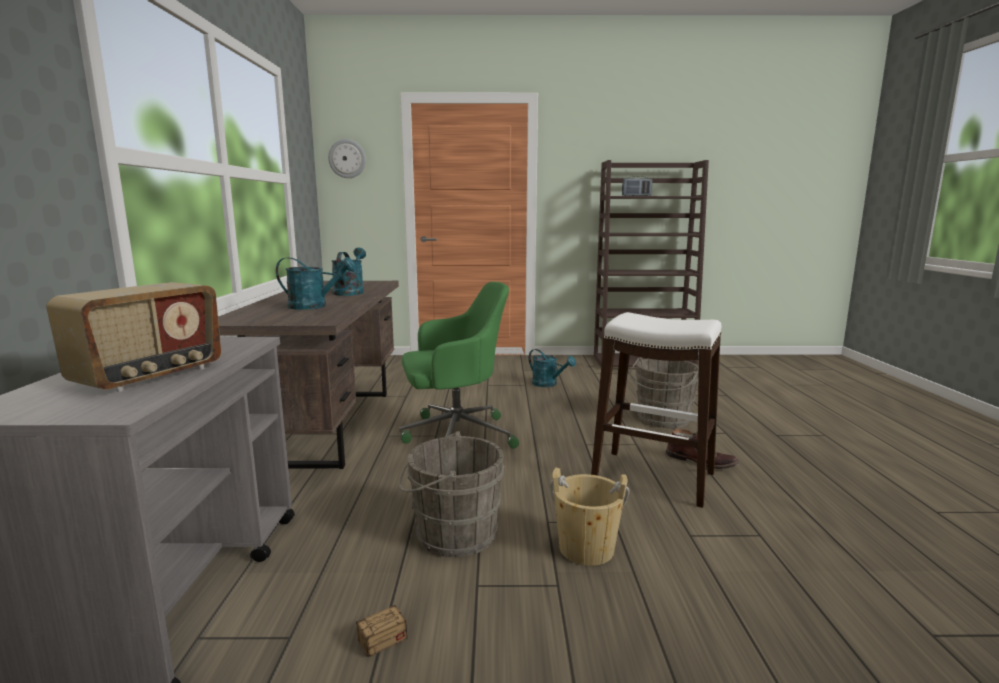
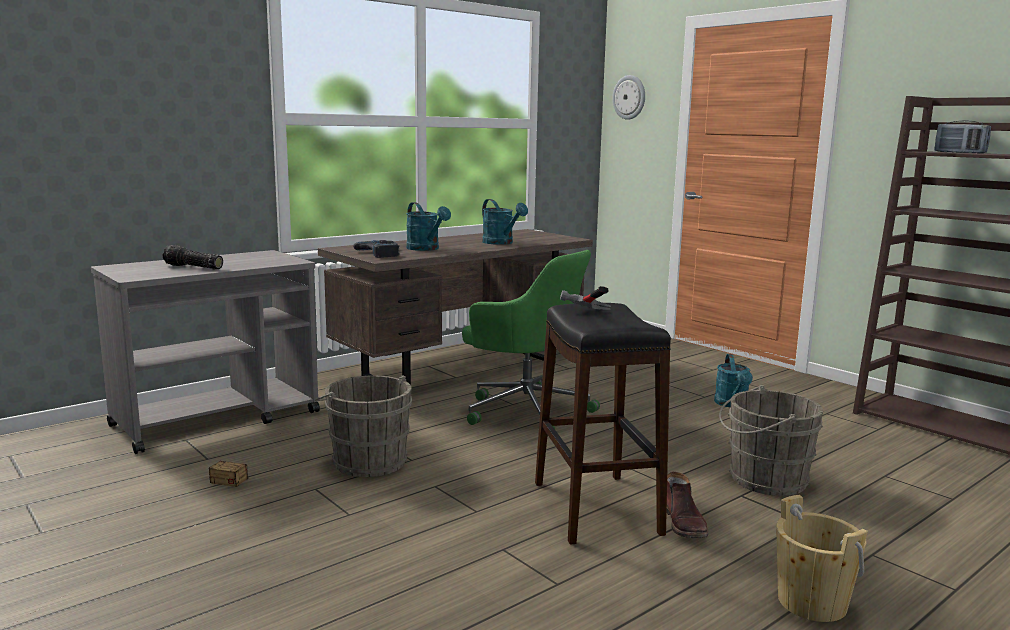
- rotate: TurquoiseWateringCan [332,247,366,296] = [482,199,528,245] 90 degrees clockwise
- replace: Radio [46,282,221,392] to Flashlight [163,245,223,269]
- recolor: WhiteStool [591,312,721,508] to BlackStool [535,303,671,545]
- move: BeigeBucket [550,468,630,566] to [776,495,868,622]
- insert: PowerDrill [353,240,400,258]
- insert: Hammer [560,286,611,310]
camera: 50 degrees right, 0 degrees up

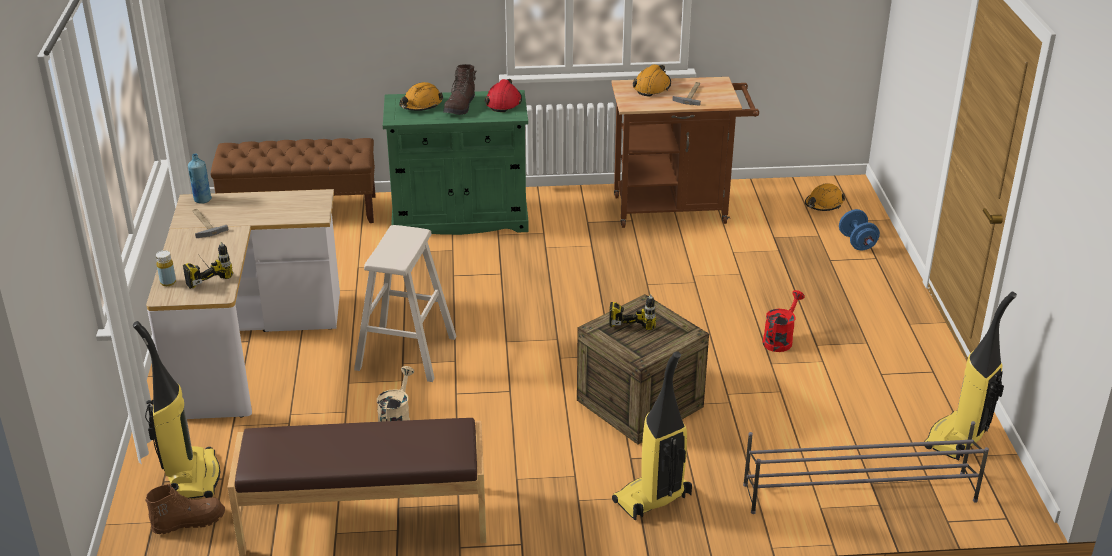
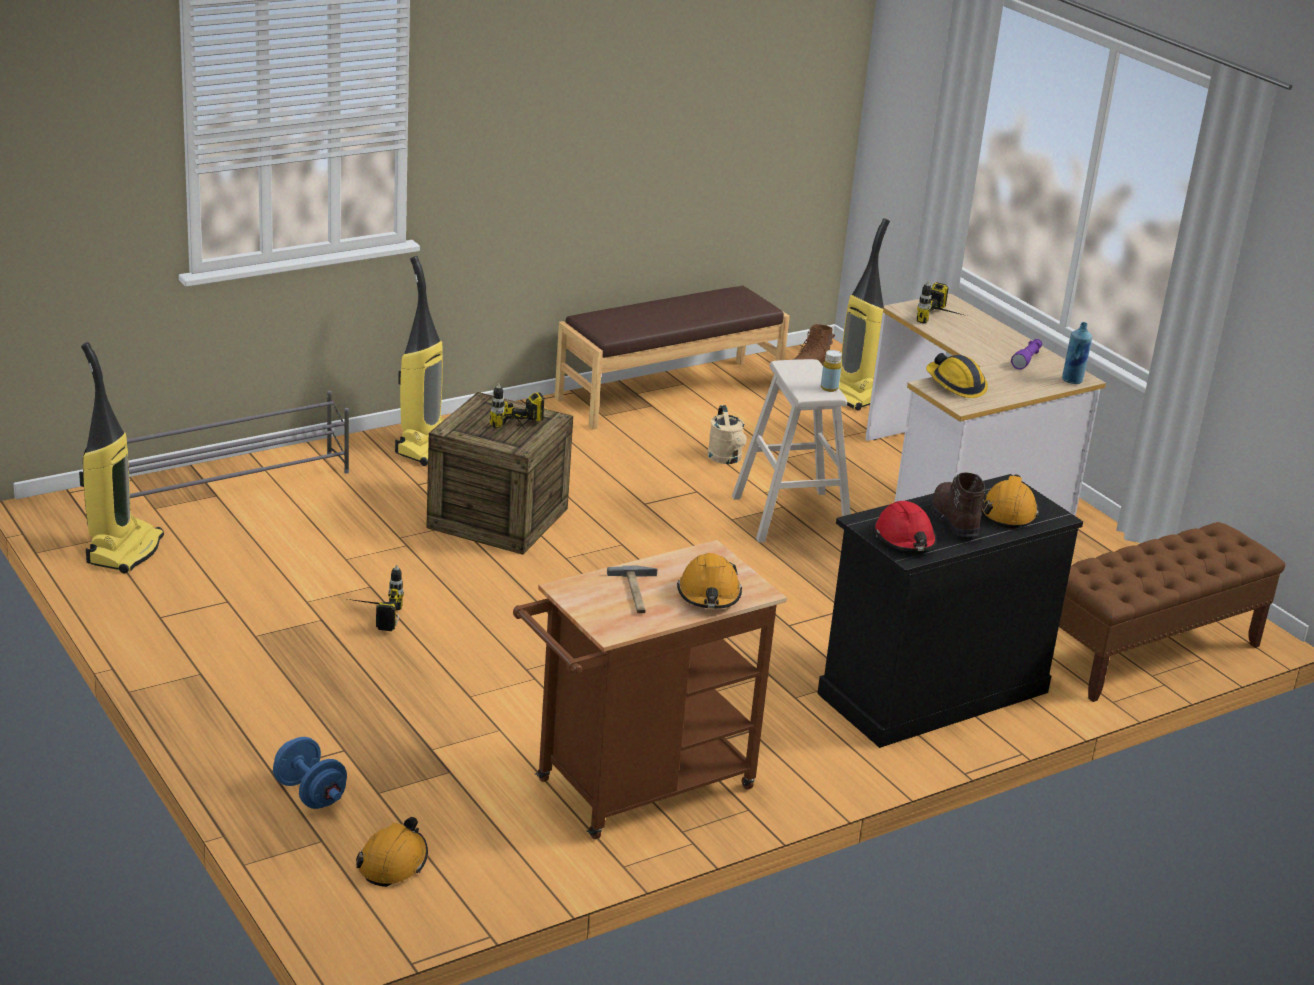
- recolor: GreenCabinet [383,90,529,235] to BlackCabinet [817,474,1083,748]
- replace: Hammer [192,209,228,238] to PurpleFlashlight [1011,339,1042,369]
- move: YellowBottle [156,250,176,286] to [821,350,842,392]
- replace: RedWateringCan [762,290,805,352] to PowerDrill [348,565,404,631]
- insert: HardHat [926,353,988,398]
camera: 150 degrees right, 5 degrees down

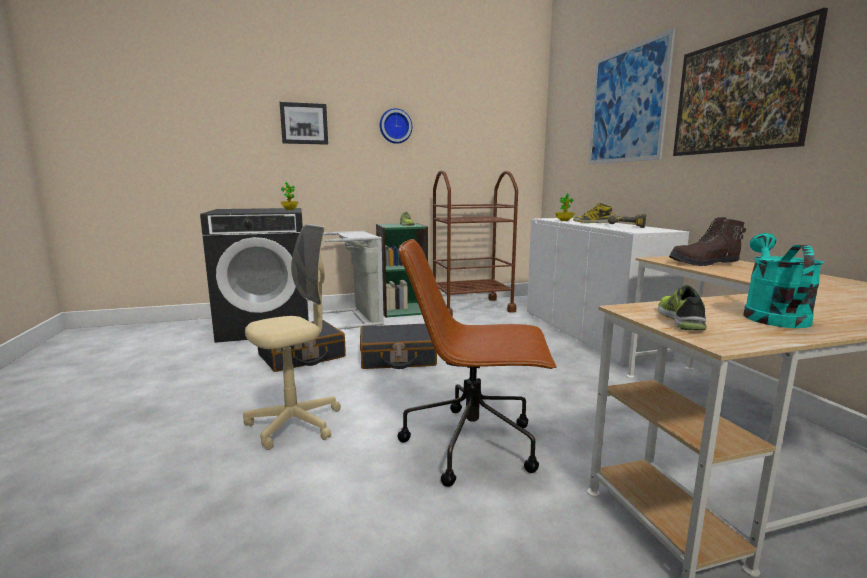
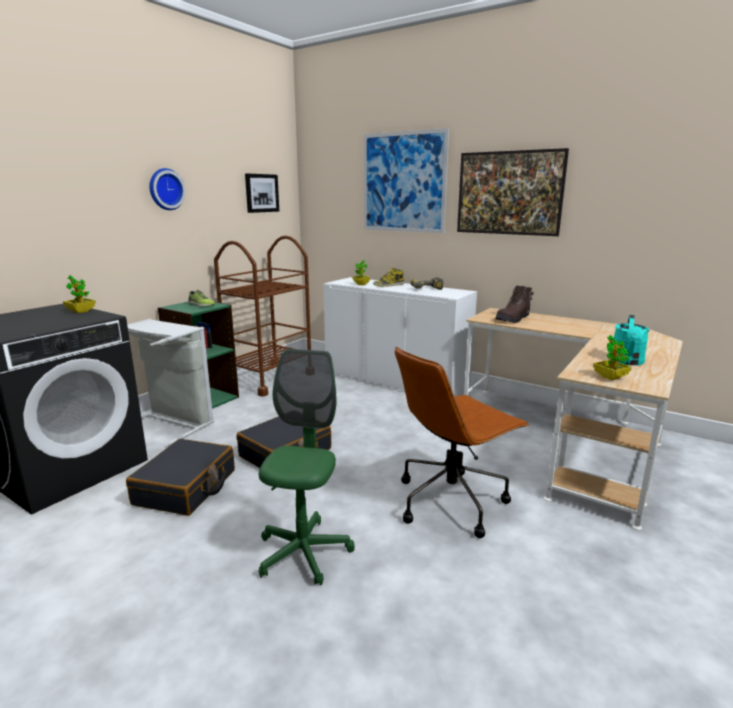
- move: Picture [280,102,328,145] to [245,173,279,213]
- recolor: BeigeOfficeChair [243,224,341,450] to GreenOfficeChair [259,349,355,585]
- rotate: TurquoiseWateringCan [743,233,824,328] = [614,315,650,365] 135 degrees counterclockwise
- replace: Shoe [658,285,707,330] to PottedPlant [593,335,632,380]
camera: 40 degrees left, 5 degrees up

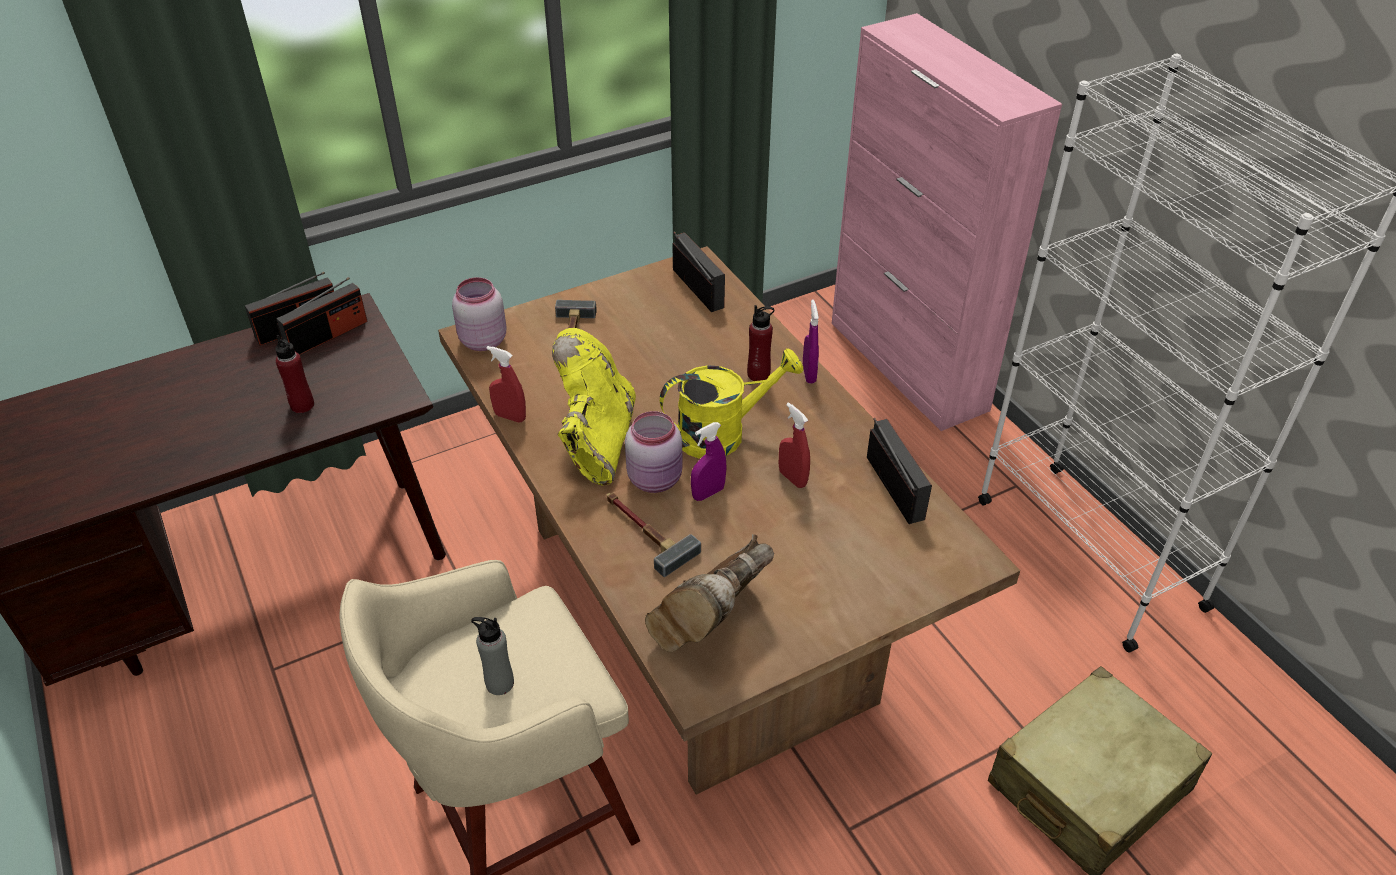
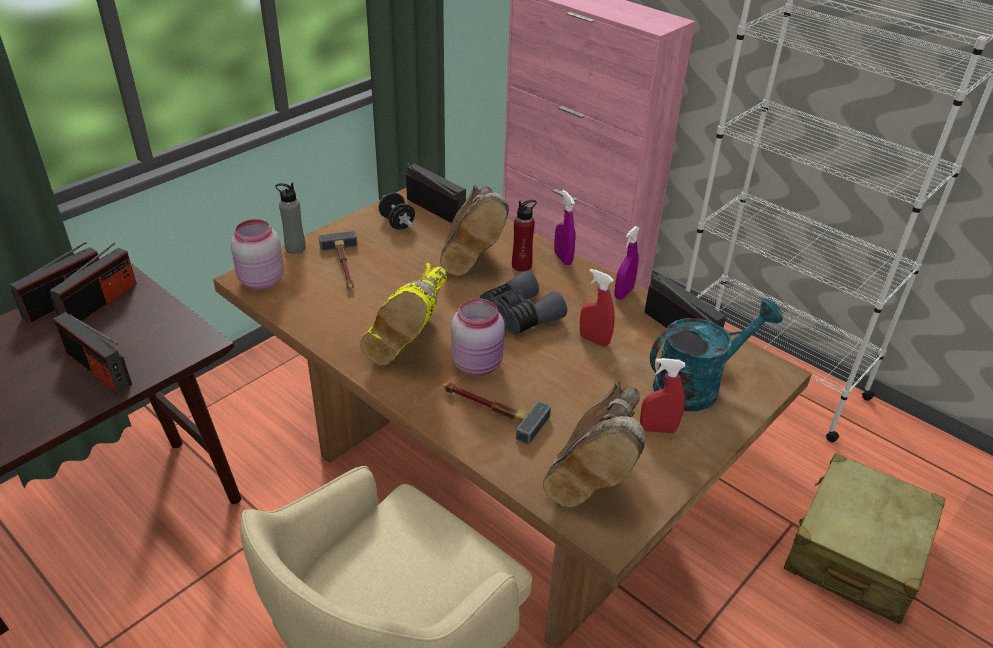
- rotate: YellowBoot [552,328,636,486] = [360,263,447,365] 150 degrees counterclockwise
- replace: RedBottle [275,334,314,413] to Radio [53,312,132,393]
- move: RedSprayBottle [487,346,526,423] to [640,358,685,433]
- replace: YellowWateringCan [660,348,803,459] to GreyBinoculars [480,271,567,334]
- move: PurpleSprayBottle [691,422,727,501] to [614,226,640,299]
- move: GreyBottle [471,617,514,695] to [275,182,306,254]
- insert: BrownBoot [440,185,509,276]
- insert: BlackDumbbell [379,193,415,230]
- insert: TurquoiseWateringCan [650,299,783,411]
camera: 20 degrees left, 5 degrees down

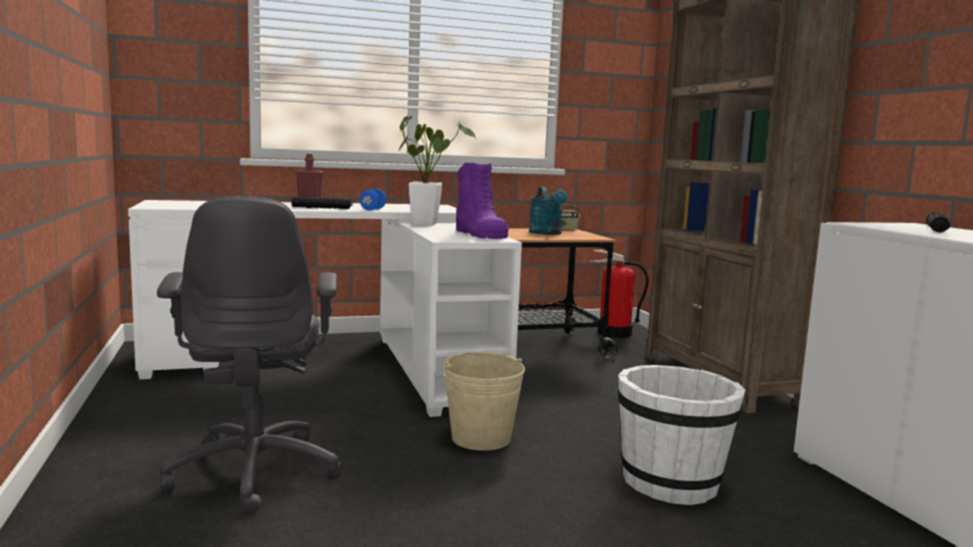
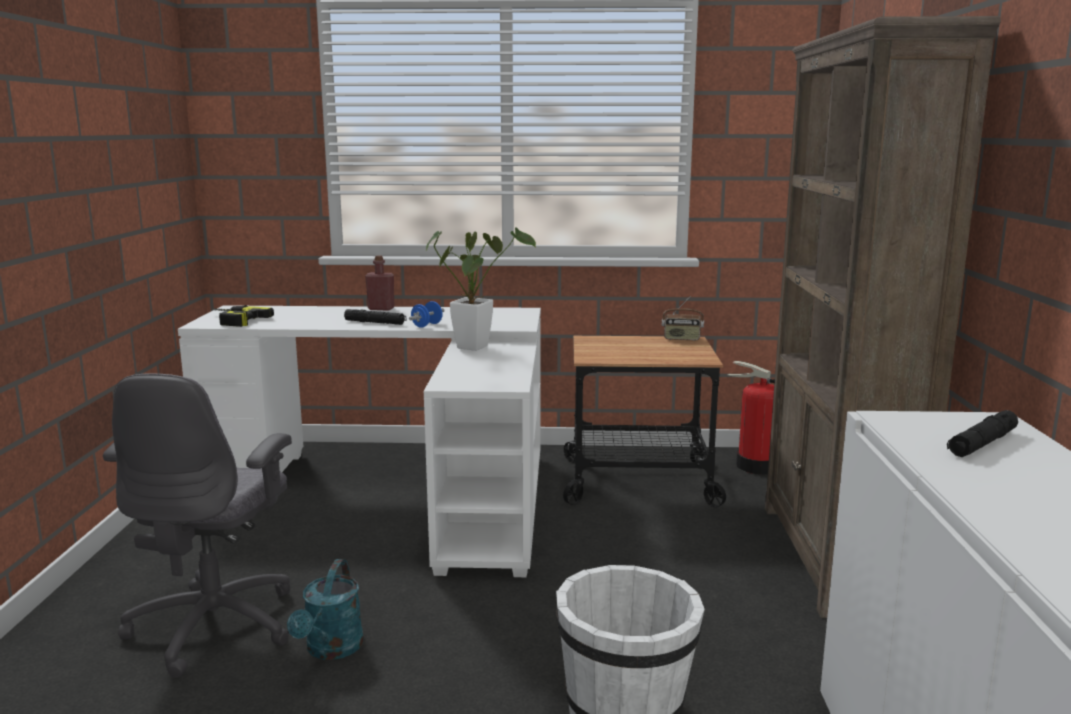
- delete: PurpleBoot [456,163,508,239]
- move: TurquoiseWateringCan [529,187,568,235] to [287,559,364,660]
- delete: BeigeBucket [443,352,525,451]
- insert: PowerDrill [213,305,274,327]
camera: 20 degrees right, 5 degrees up

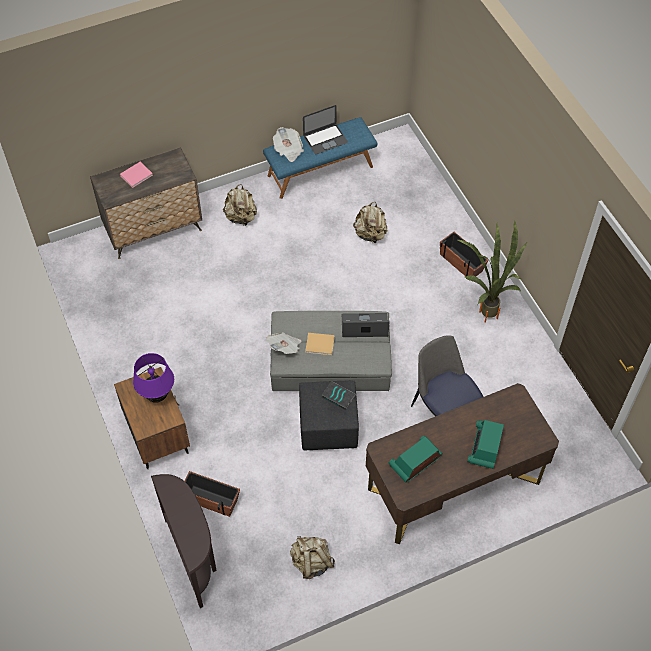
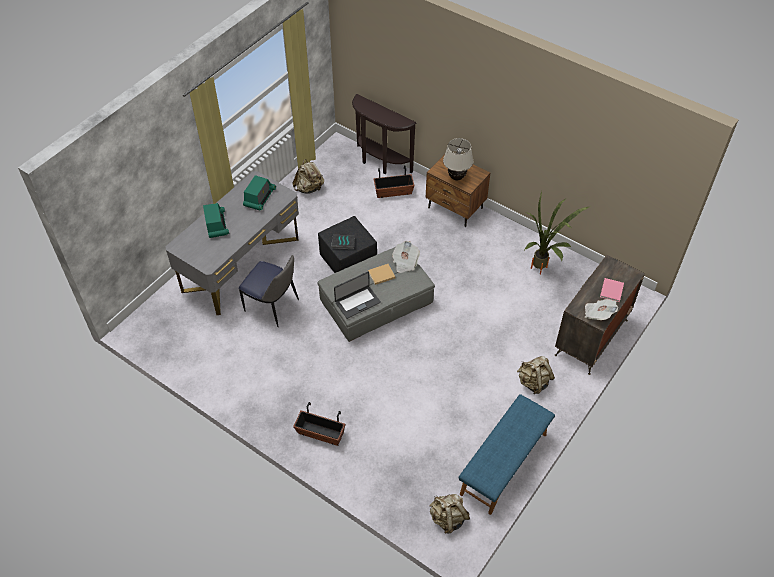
- delete: Laptop [303,105,348,154]
- move: Newspaper [273,127,304,162] to [585,299,618,320]
- move: BeigeBackpack [353,202,388,244] to [429,494,470,533]
- move: PottedPlant [458,220,527,323] to [525,190,589,274]
- recolor: PurpleTableLamp [133,353,174,403] to BeigeTableLamp [443,138,473,181]
- recolor: BrownDesk [366,383,559,544] to GreyDesk [166,171,299,315]
camera: 150 degrees right, 5 degrees down

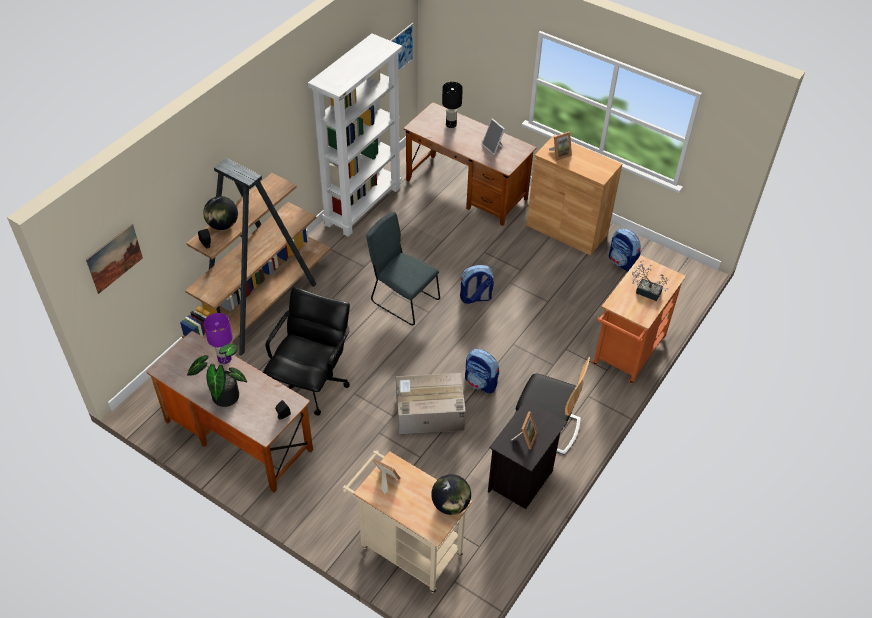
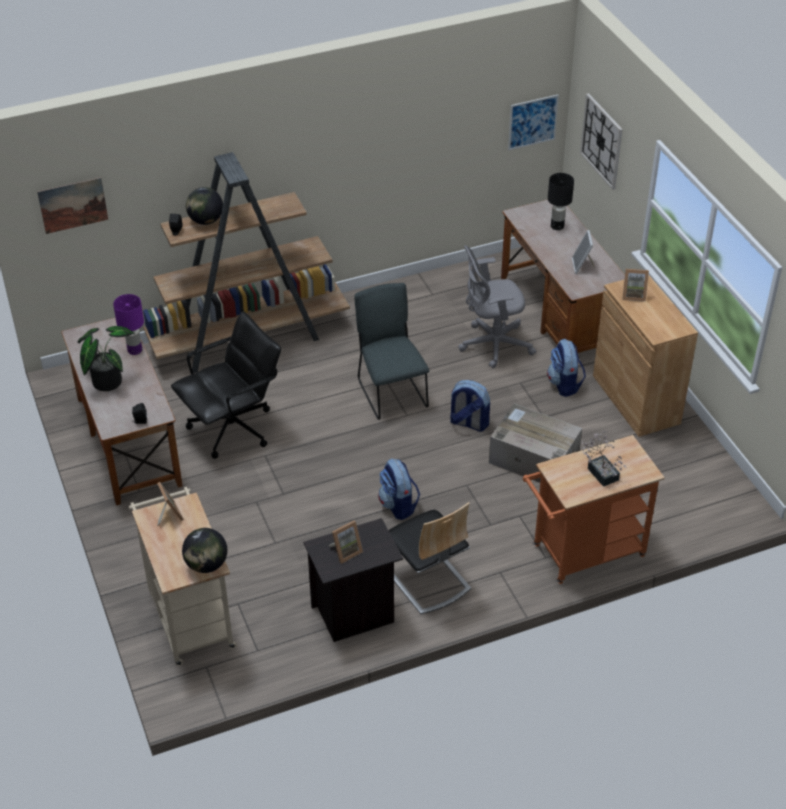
- delete: WhiteBookcase [308,34,403,237]
- move: Backpack [609,228,641,272] to [547,339,586,397]
- move: CardboardBox [396,373,466,434] to [489,403,582,483]
- insert: WallClock [580,93,623,190]
- insert: GreyOfficeChair [458,245,536,368]
camera: 35 degrees right, 5 degrees down

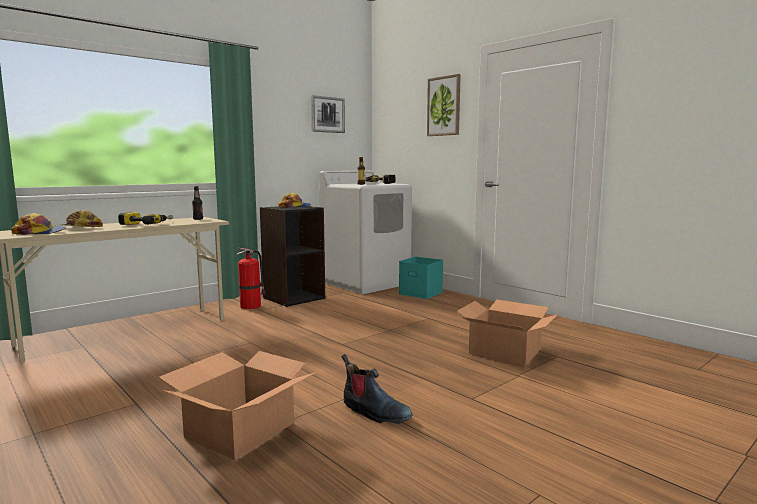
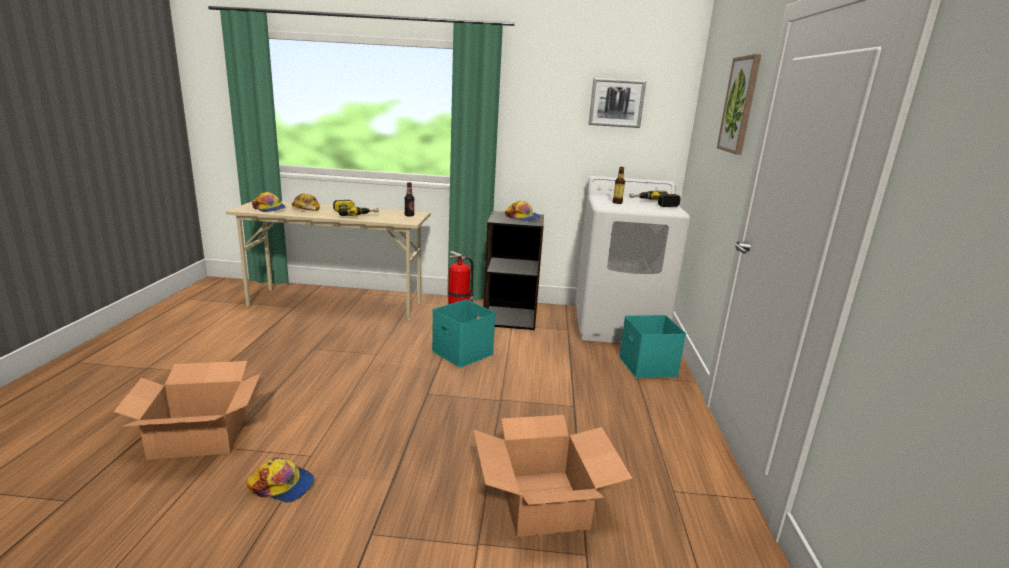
- replace: Boot [341,354,412,424] to Cap [247,457,314,502]
- insert: TurquoiseStorageBox [432,300,496,368]
camera: 45 degrees right, 10 degrees up

